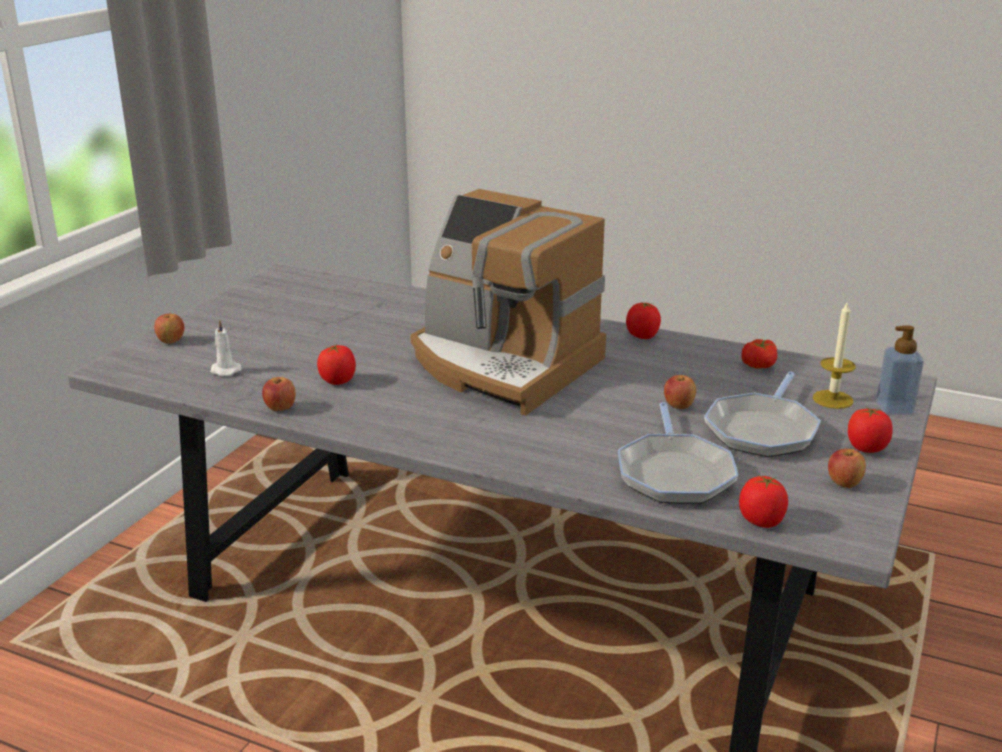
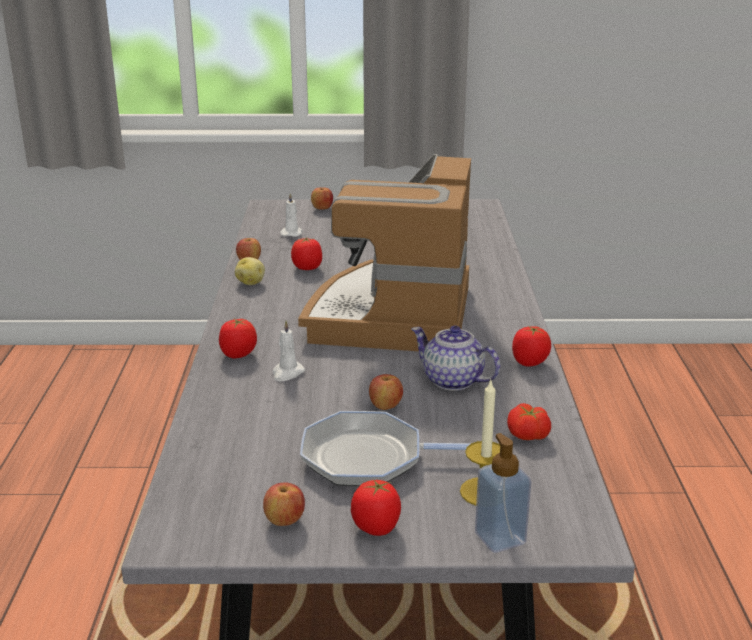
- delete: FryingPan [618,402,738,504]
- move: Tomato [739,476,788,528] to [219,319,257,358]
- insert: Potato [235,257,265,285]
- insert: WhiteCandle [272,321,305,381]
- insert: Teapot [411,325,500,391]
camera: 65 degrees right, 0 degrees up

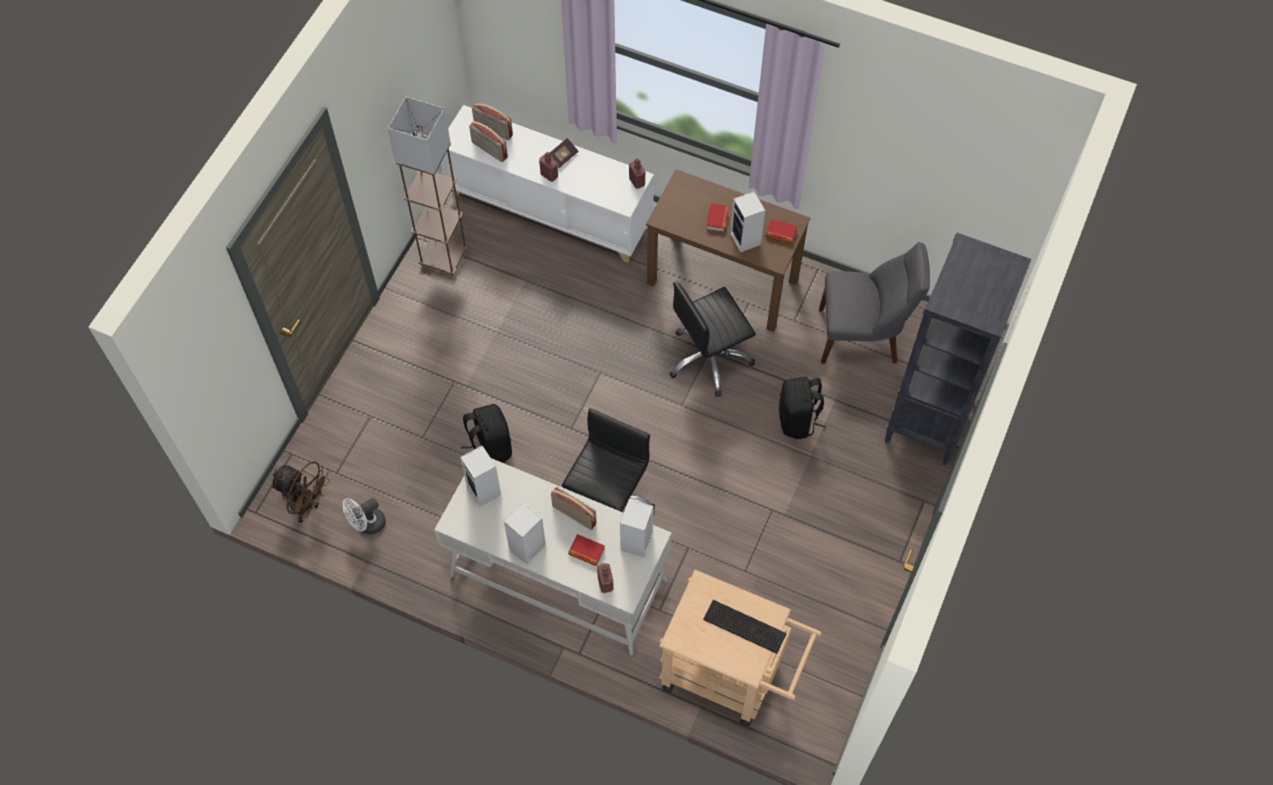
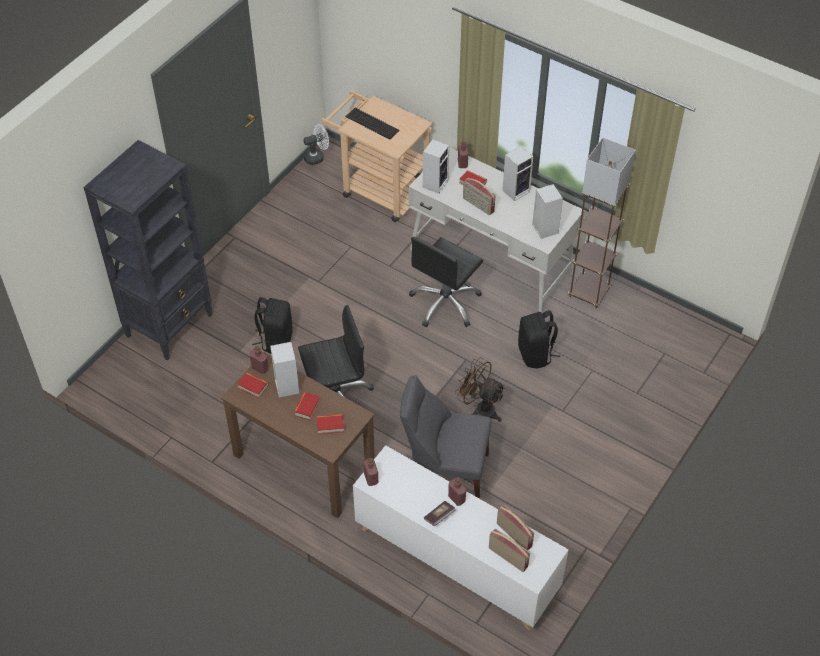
- move: BrownFloorLamp [388,97,468,276] to [568,137,636,308]
- move: GreyChair [819,242,930,364] to [400,375,491,499]
- move: BrownFan [270,461,330,523] to [455,357,505,422]
- move: WhiteFan [343,498,386,534] to [303,124,329,165]
- insert: RedBottle [249,346,269,374]
- insert: Book [317,414,344,434]
camera: 170 degrees left, 10 degrees down

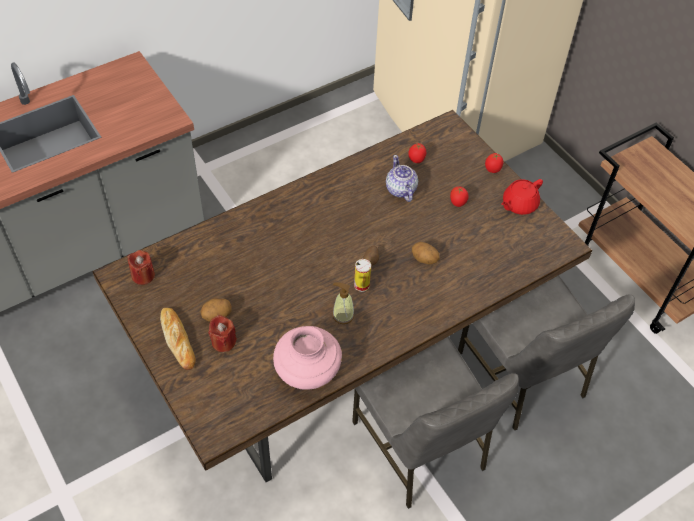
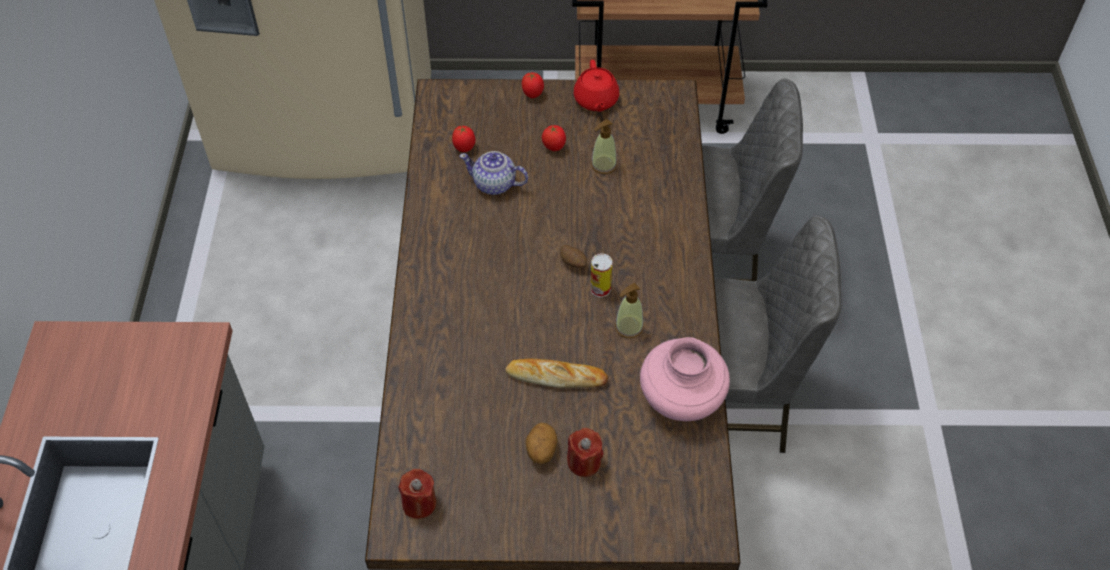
- delete: Potato [412,242,440,265]
- move: Bread [160,308,196,370] to [505,358,608,388]
- insert: SoapDispenser [591,119,617,174]
camera: 55 degrees left, 0 degrees up

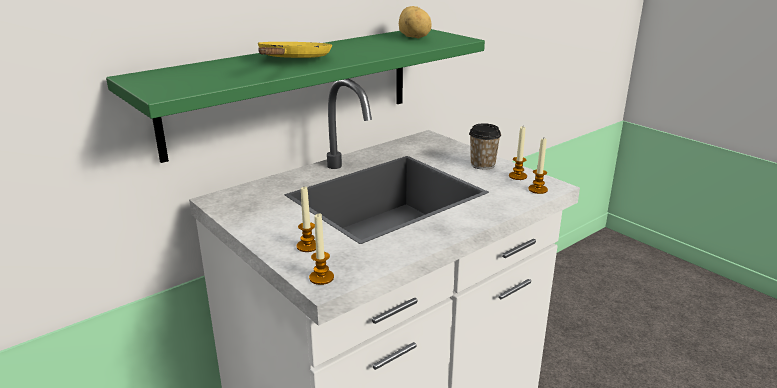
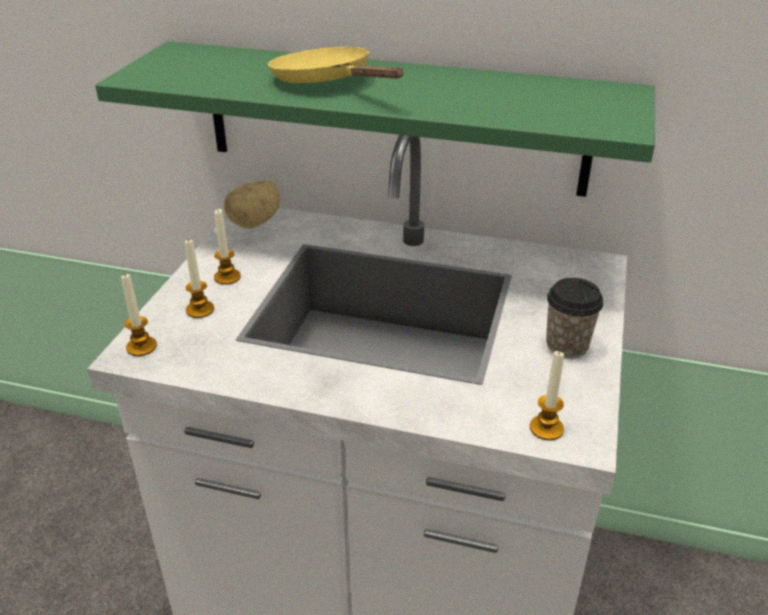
- move: Potato [399,6,432,39] to [224,180,280,229]
- rotate: YellowFryingPan [258,42,332,58] = [268,47,404,83] 105 degrees counterclockwise
- move: Candle [509,126,527,180] to [214,209,241,285]
camera: 55 degrees right, 10 degrees up

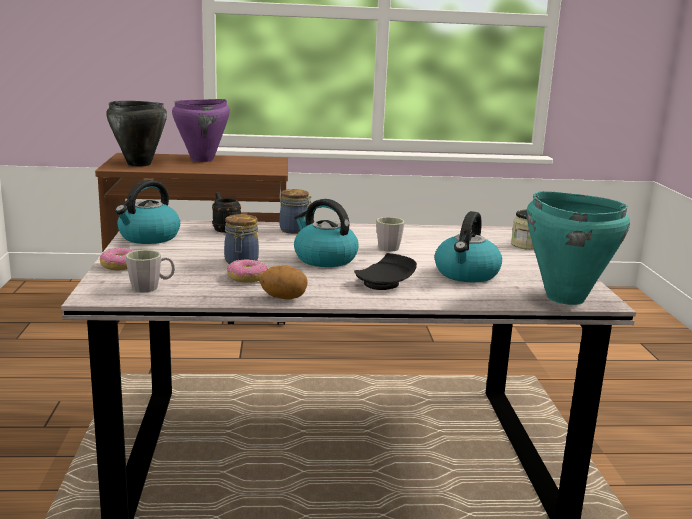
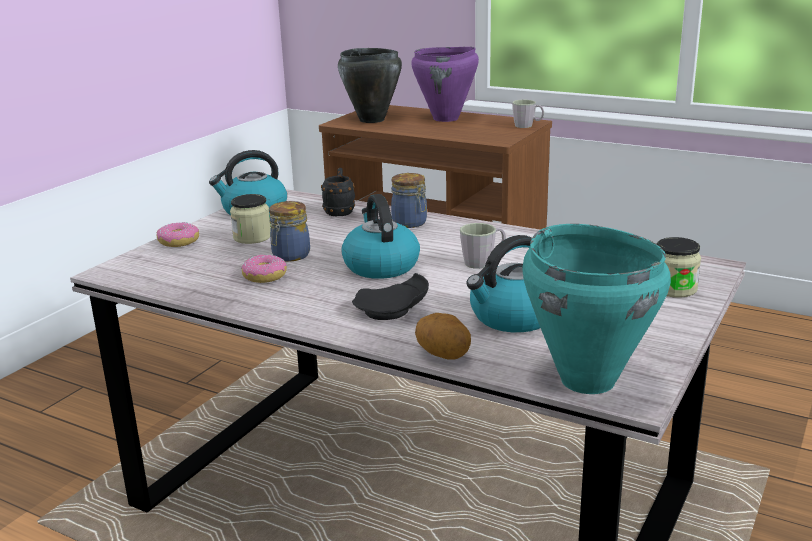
- move: GreyMug [126,250,175,292] to [512,100,544,128]
- move: Potato [259,265,308,300] to [415,313,471,360]
- insert: Jar [230,194,271,244]
camera: 35 degrees right, 5 degrees up

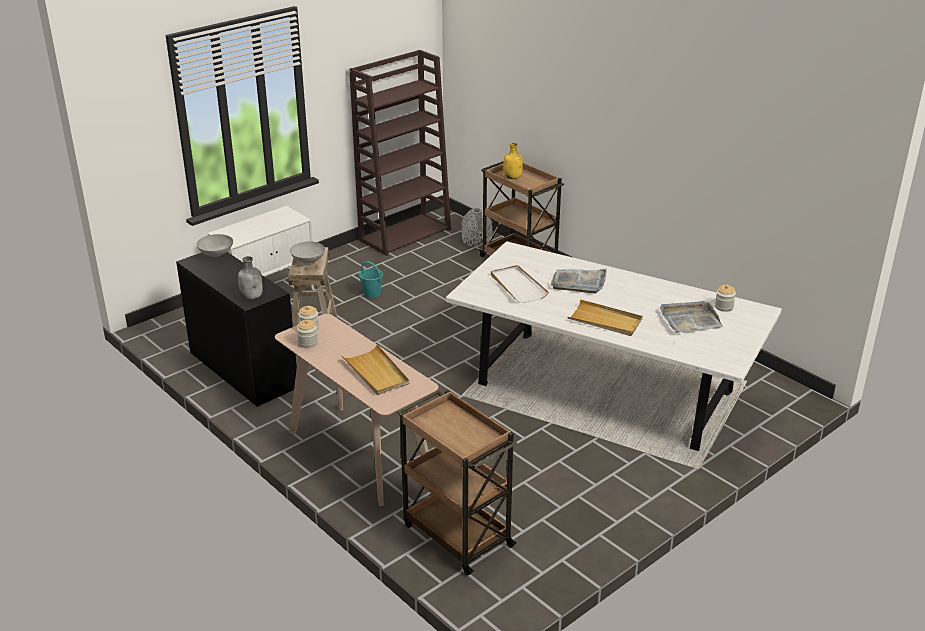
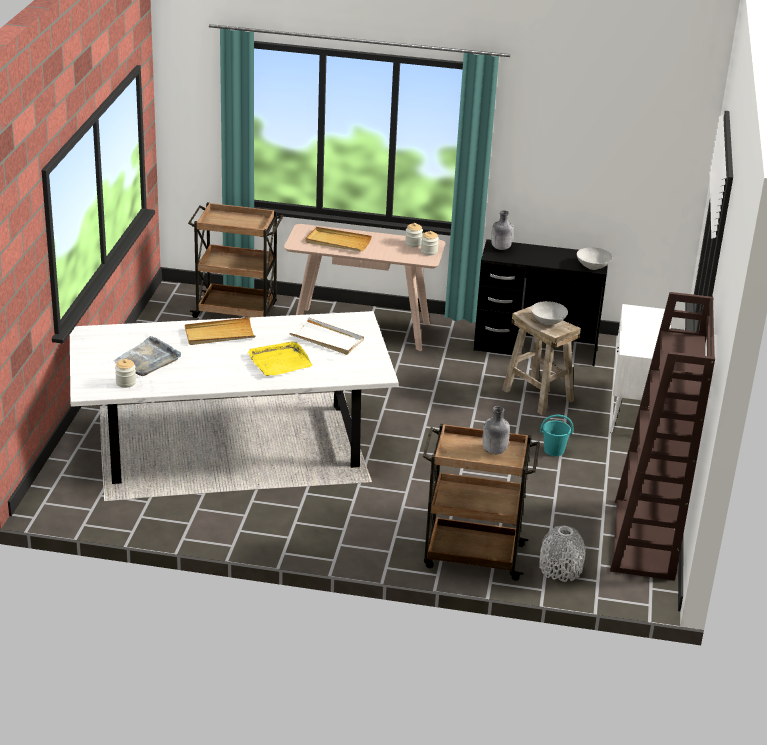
- recolor: YellowBottle [503,143,523,179] to GreyBottle [482,406,510,454]
- recolor: GreyTray [551,269,607,293] to YellowTray [248,341,313,376]
camera: 140 degrees right, 0 degrees up

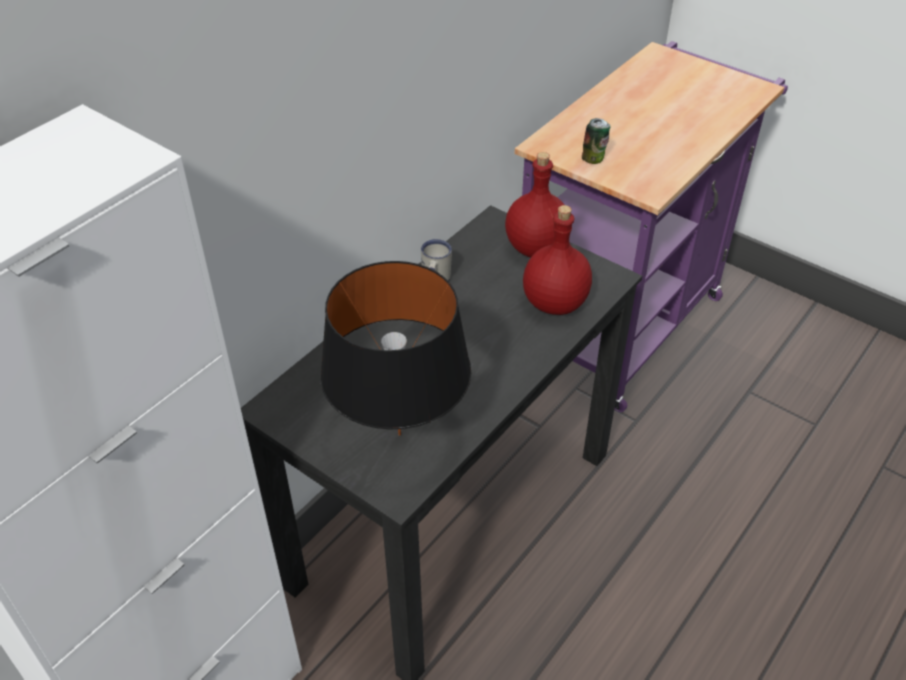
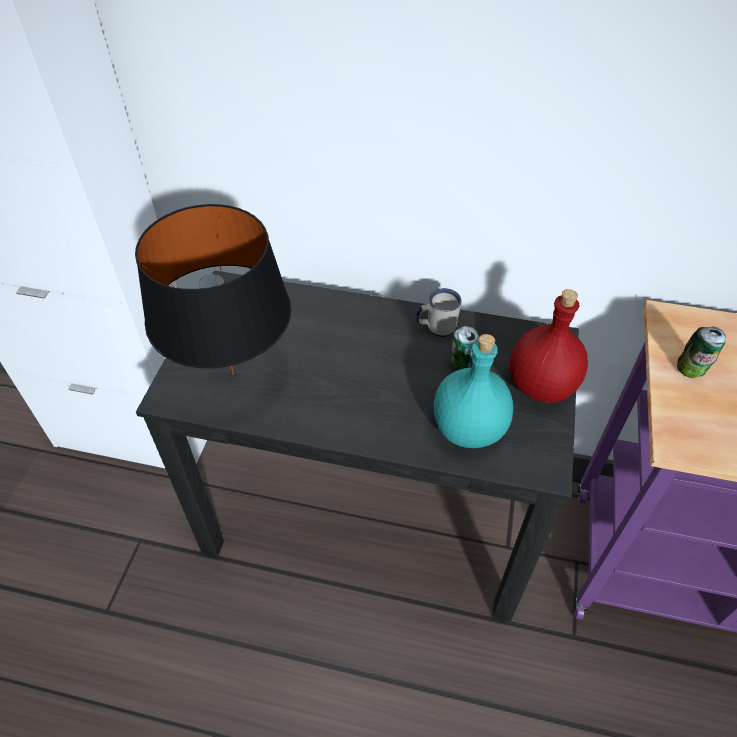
- recolor: RedBottle [523,205,592,315] to TurquoiseBottle [434,334,513,448]
- insert: Can [452,326,480,371]
camera: 65 degrees right, 5 degrees up

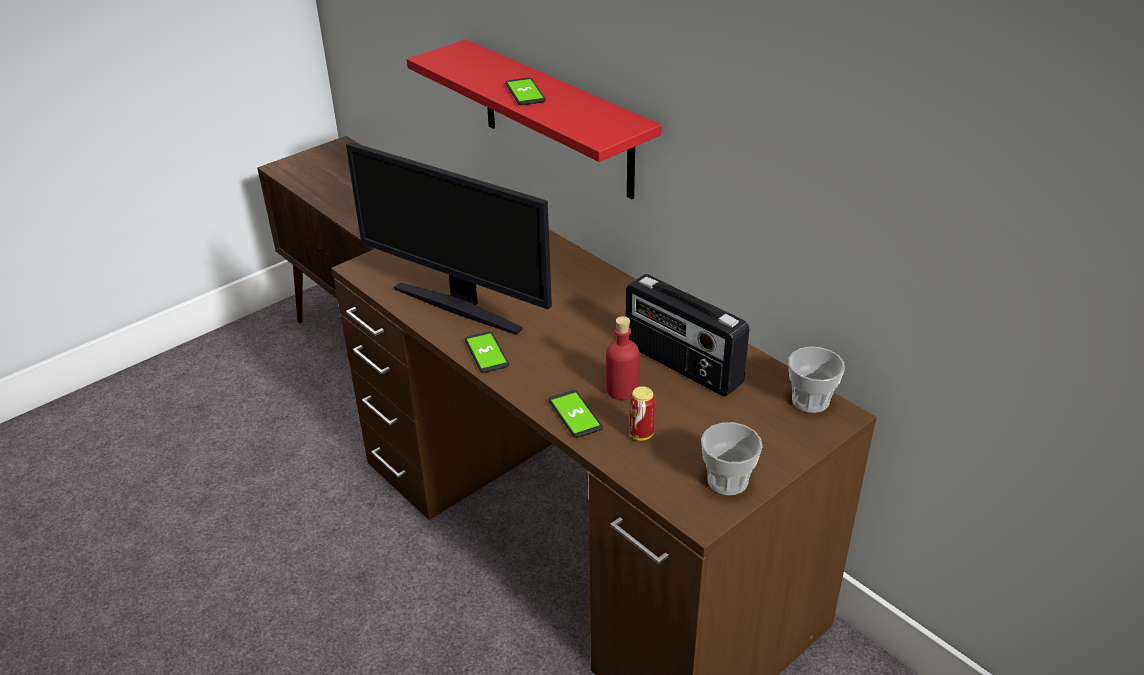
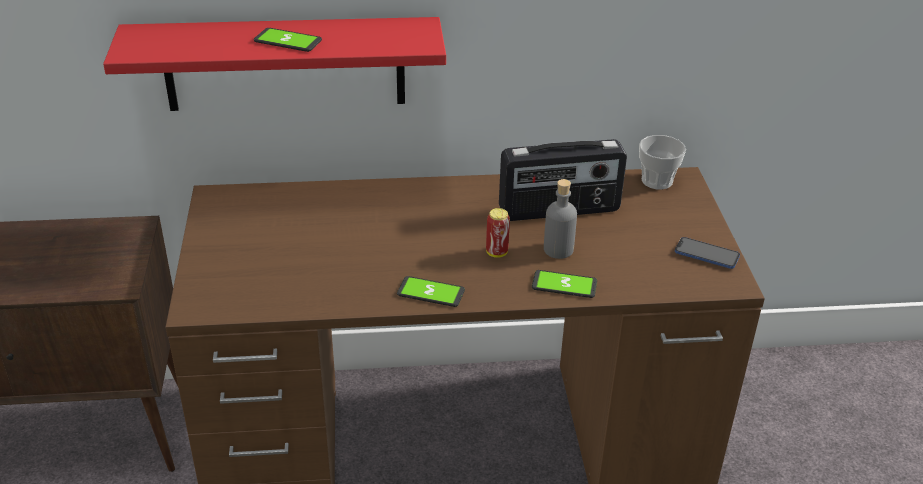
- delete: Monitor [346,142,552,335]
- recolor: RedBottle [606,316,639,400] to GreyBottle [544,179,577,259]
- move: Can [629,387,655,441] to [486,208,510,258]
- replace: Cup [701,422,763,495] to Phone [675,237,740,269]
camera: 55 degrees left, 0 degrees up

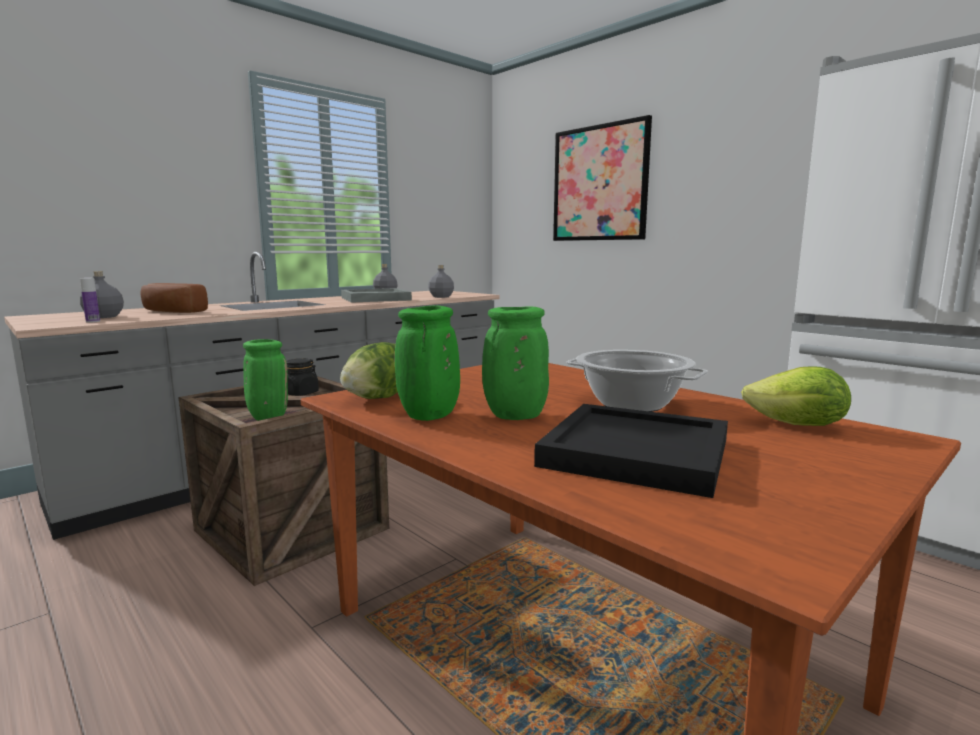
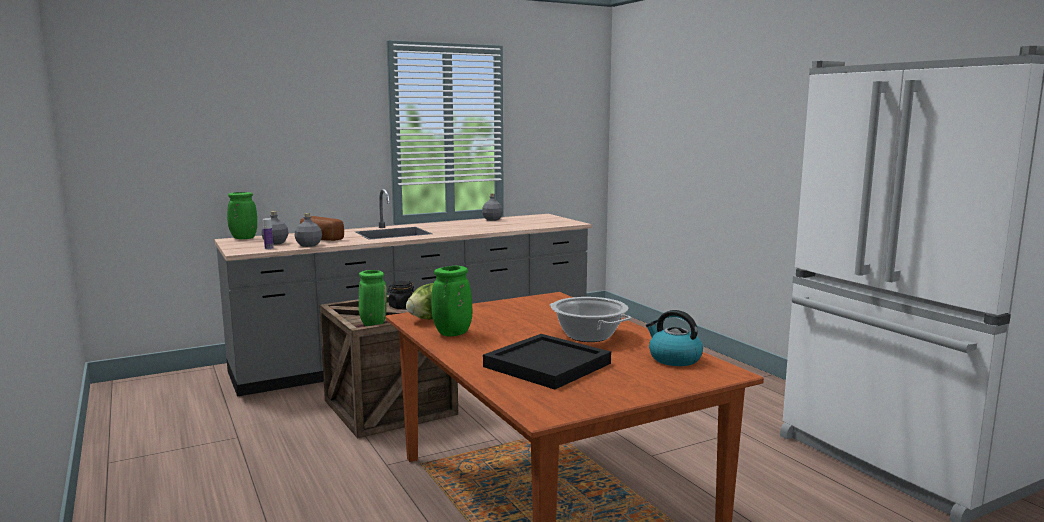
- delete: Picture [553,115,652,241]
- move: GreyBottle [428,265,454,298] to [295,213,322,247]
- delete: GreyTray [341,288,412,303]
- move: GreenVase [482,306,549,420] to [227,192,257,239]
- replace: Lettuce [741,367,851,426] to Kettle [646,310,703,366]
camera: 15 degrees right, 0 degrees up

